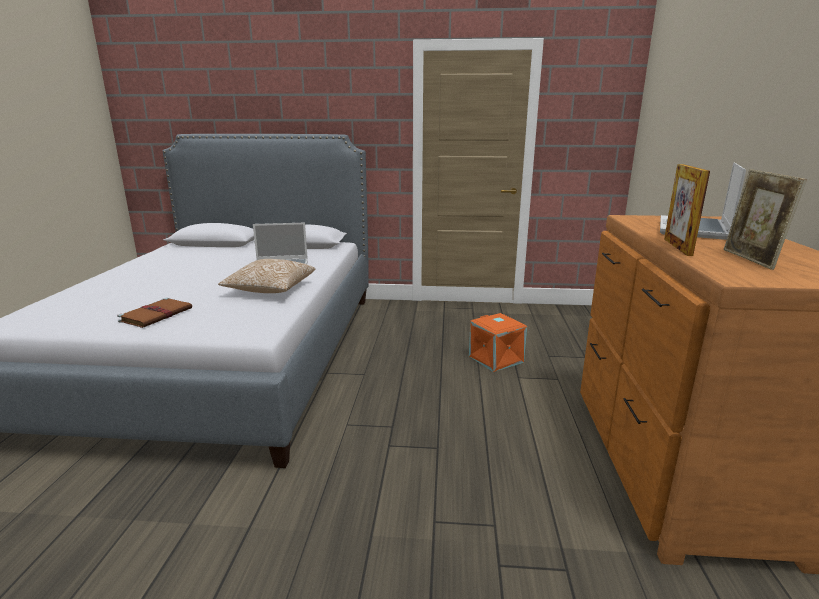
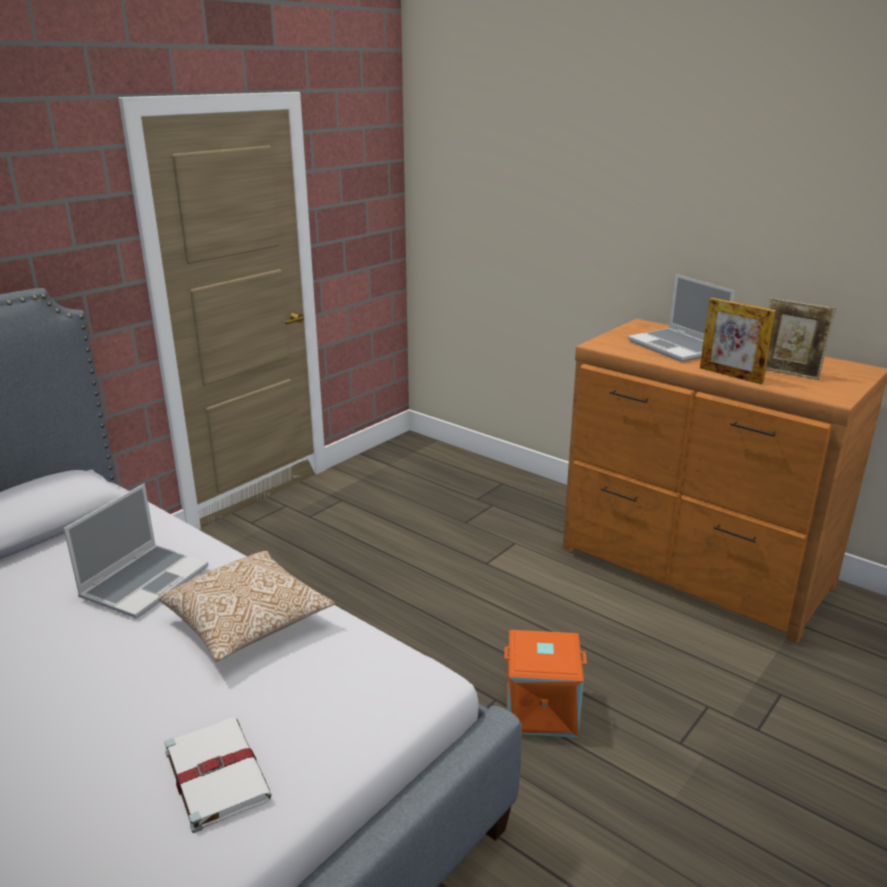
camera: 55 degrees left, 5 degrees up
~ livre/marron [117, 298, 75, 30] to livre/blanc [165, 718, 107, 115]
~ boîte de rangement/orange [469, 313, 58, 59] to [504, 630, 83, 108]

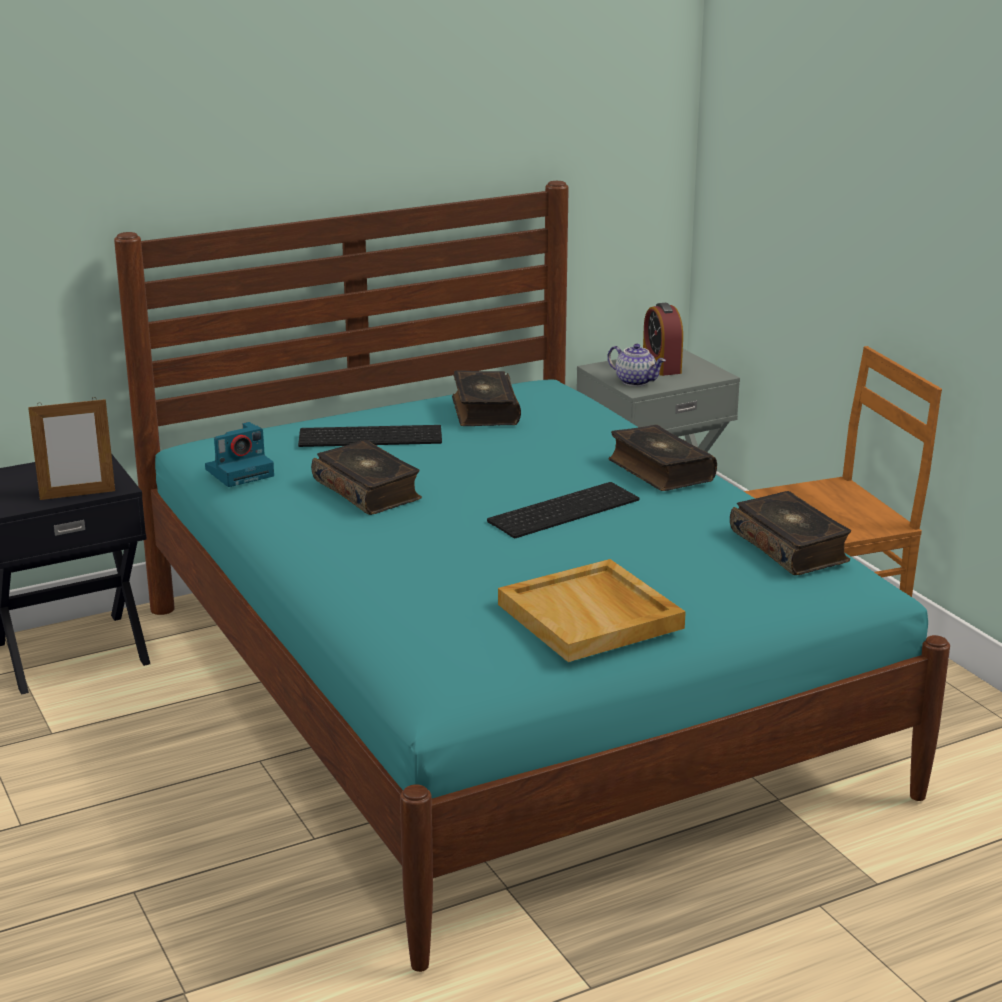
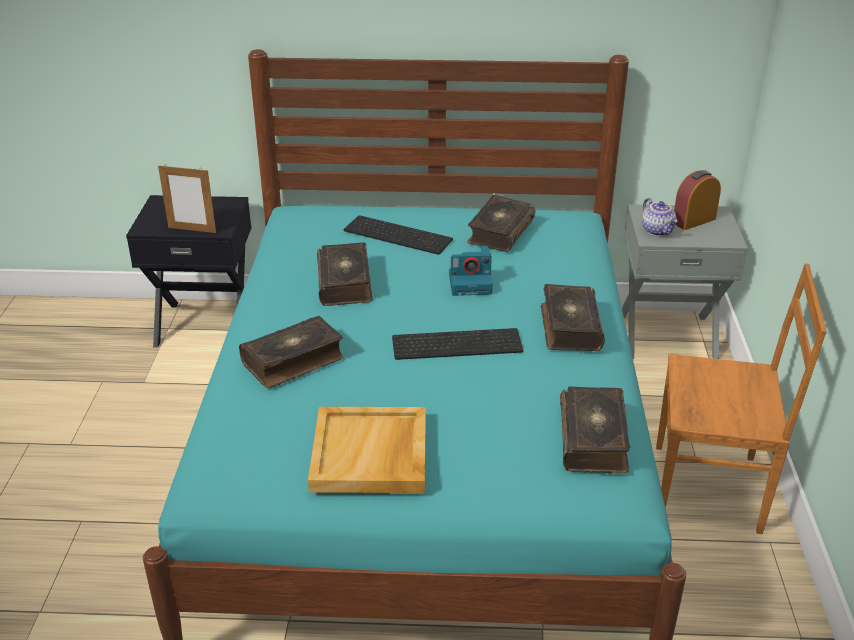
camera: 30 degrees right, 10 degrees up
~ réveil [643, 303, 40, 73] = [674, 170, 47, 60] 45 degrees clockwise
~ appareil photo [205, 422, 69, 65] to [449, 246, 44, 50]
+ livre [239, 316, 105, 72]

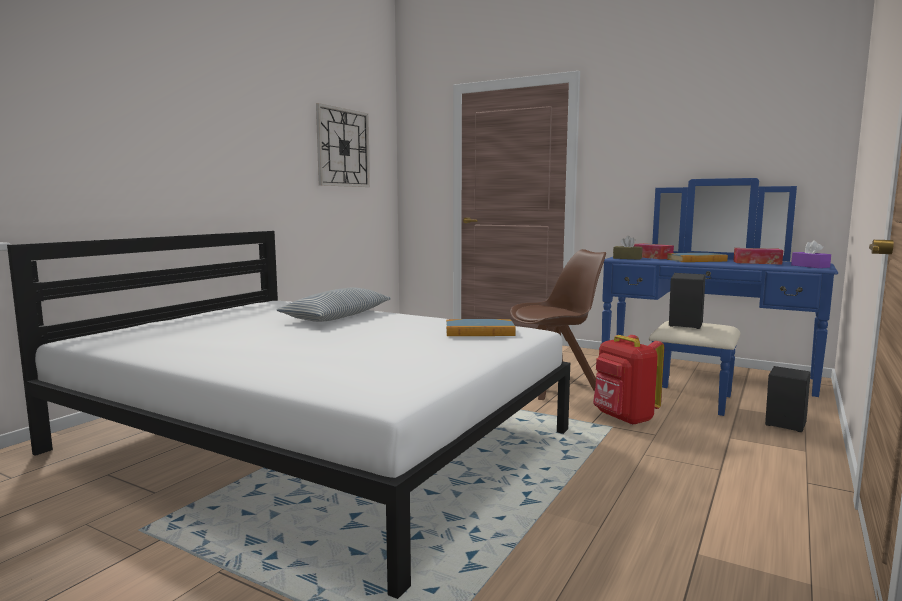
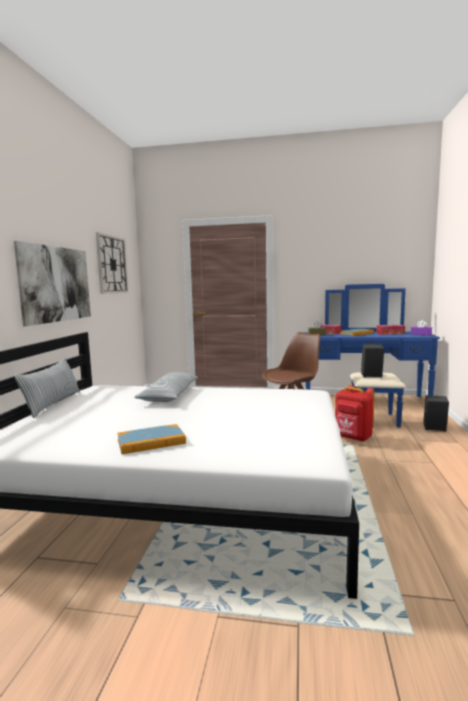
camera: 20 degrees left, 0 degrees up
~ livre [446, 319, 70, 17] to [117, 424, 69, 30]
+ tableau [14, 241, 77, 85]
+ coussin [14, 358, 66, 60]

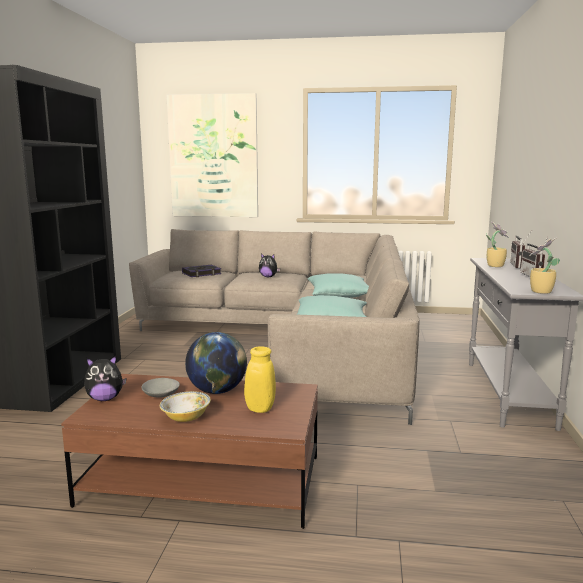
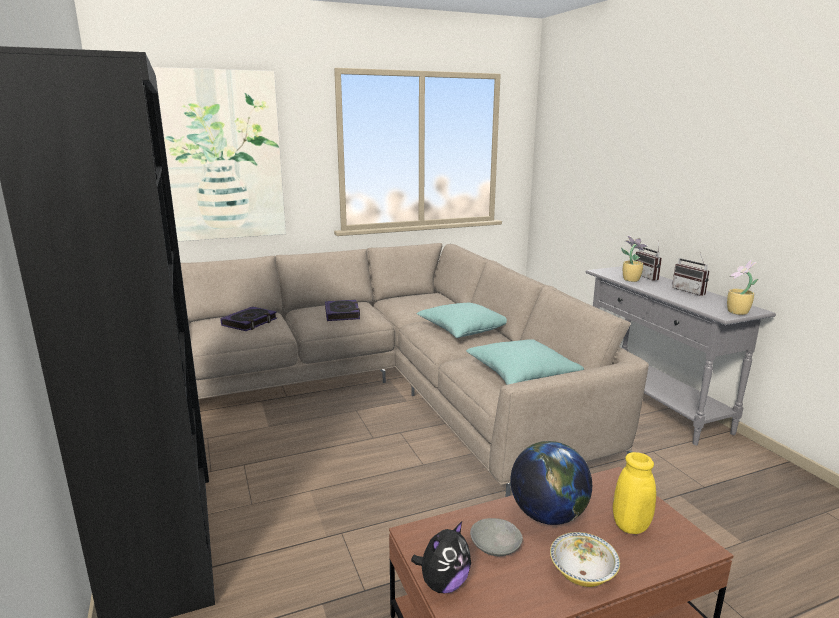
camera: 30 degrees left, 5 degrees up
~ peluche [259, 254, 21, 23] to livre [325, 300, 35, 21]

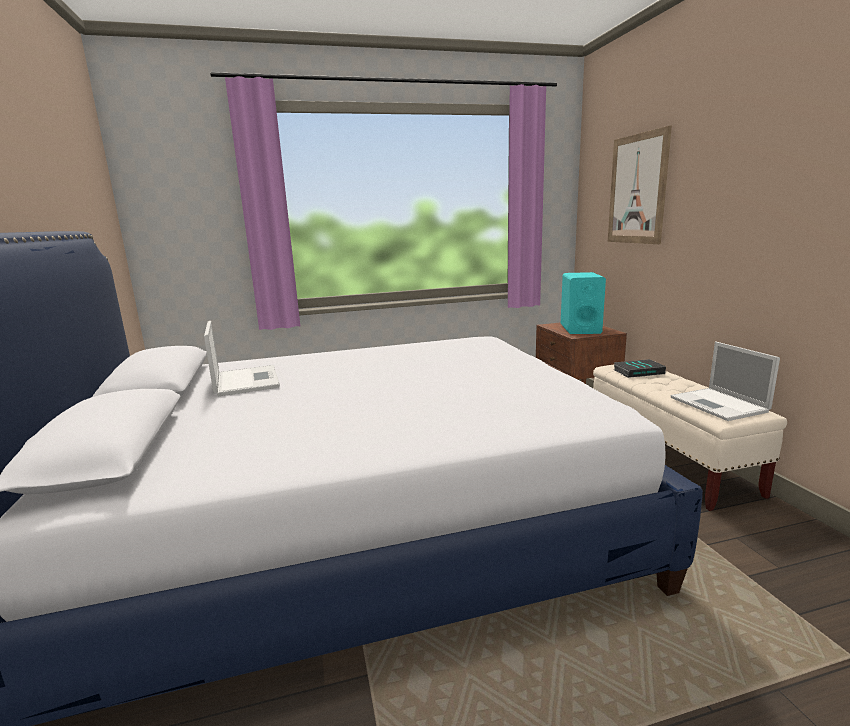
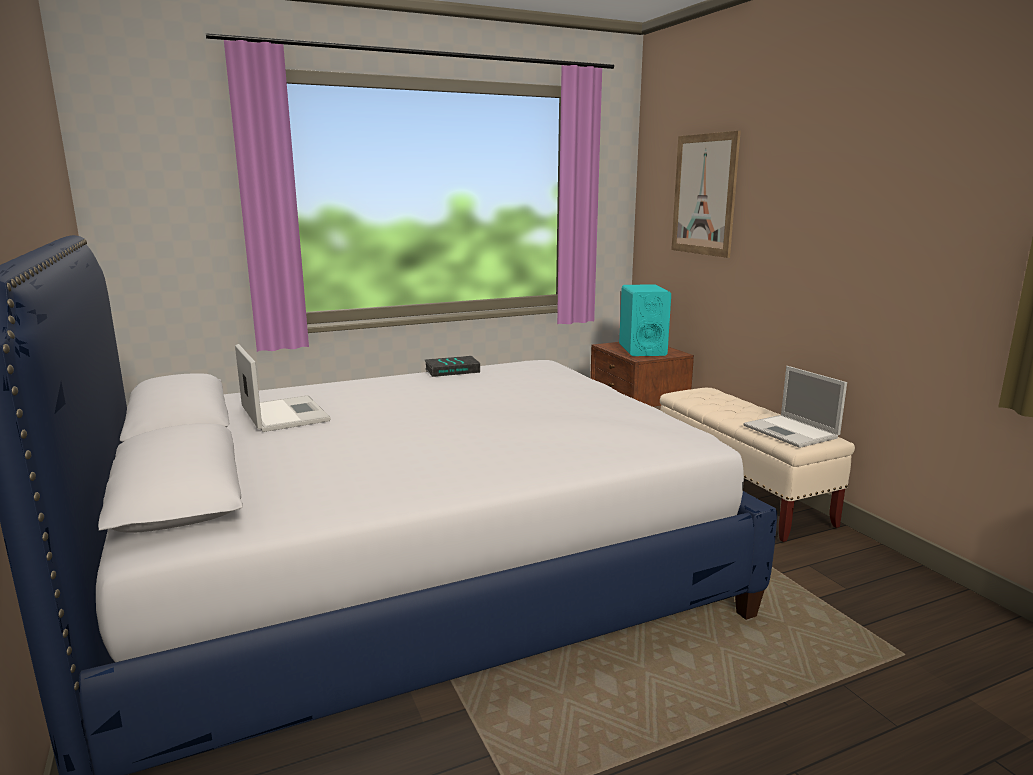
camera: 10 degrees left, 0 degrees up
~ livre [614, 359, 52, 19] to [425, 356, 55, 21]

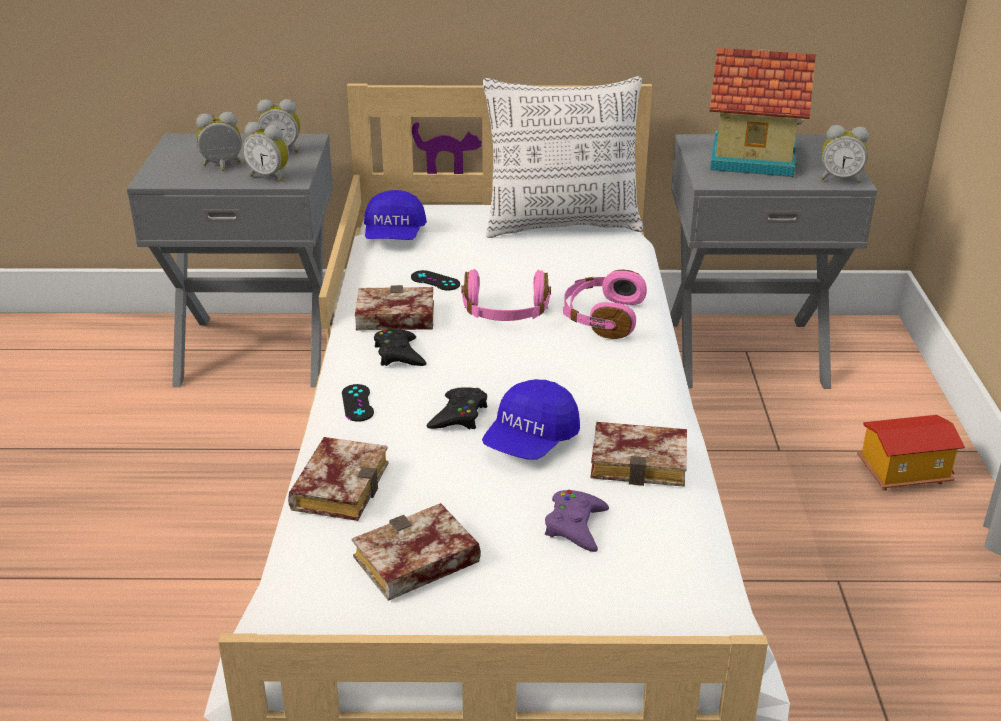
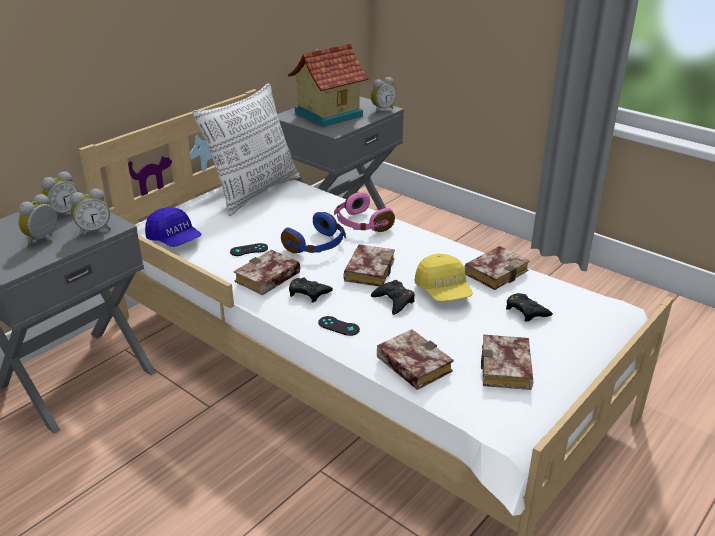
camera: 50 degrees left, 0 degrees up
~ casque audio/rose [461, 269, 90, 52] to casque audio/bleu [281, 212, 65, 41]
~ casquette/bleu [482, 379, 98, 81] to casquette/jaune [414, 253, 59, 48]
- maison miniature [857, 415, 108, 76]
~ manette/violet [545, 490, 64, 62] to manette/noir [506, 293, 47, 29]
+ livre [343, 244, 52, 43]

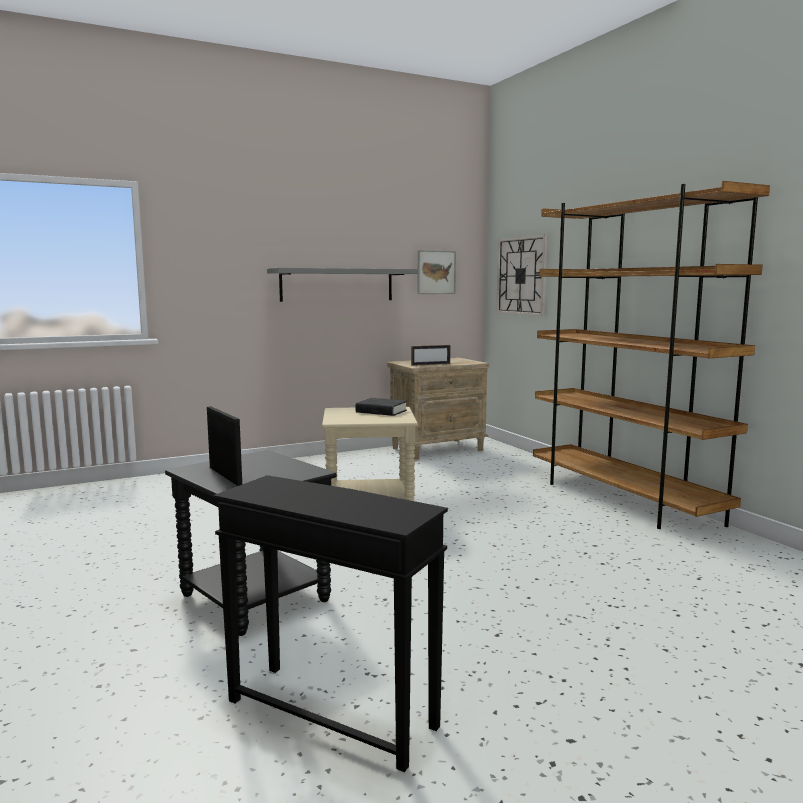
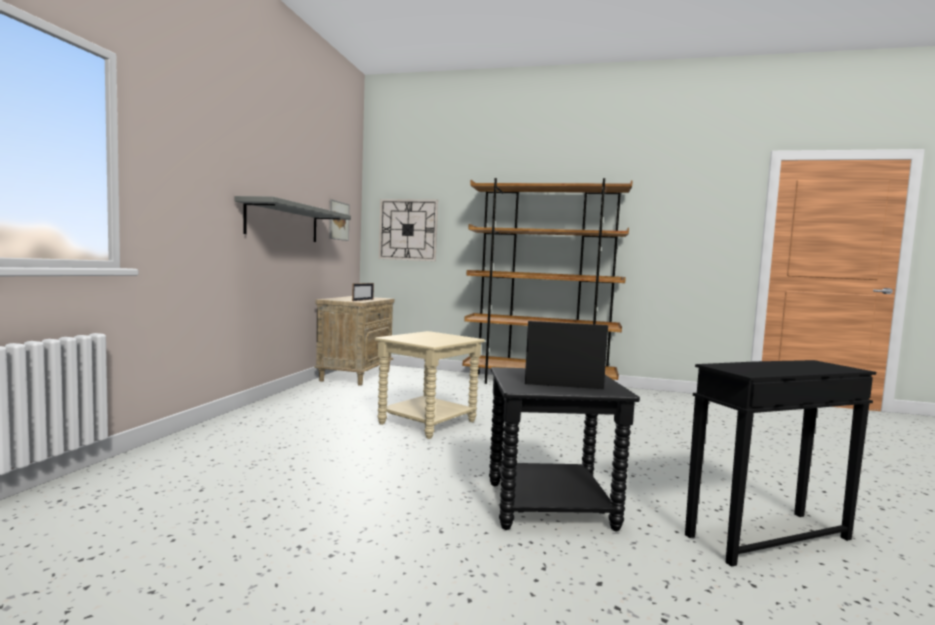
camera: 50 degrees left, 5 degrees down
- livre/noir [355, 398, 52, 18]

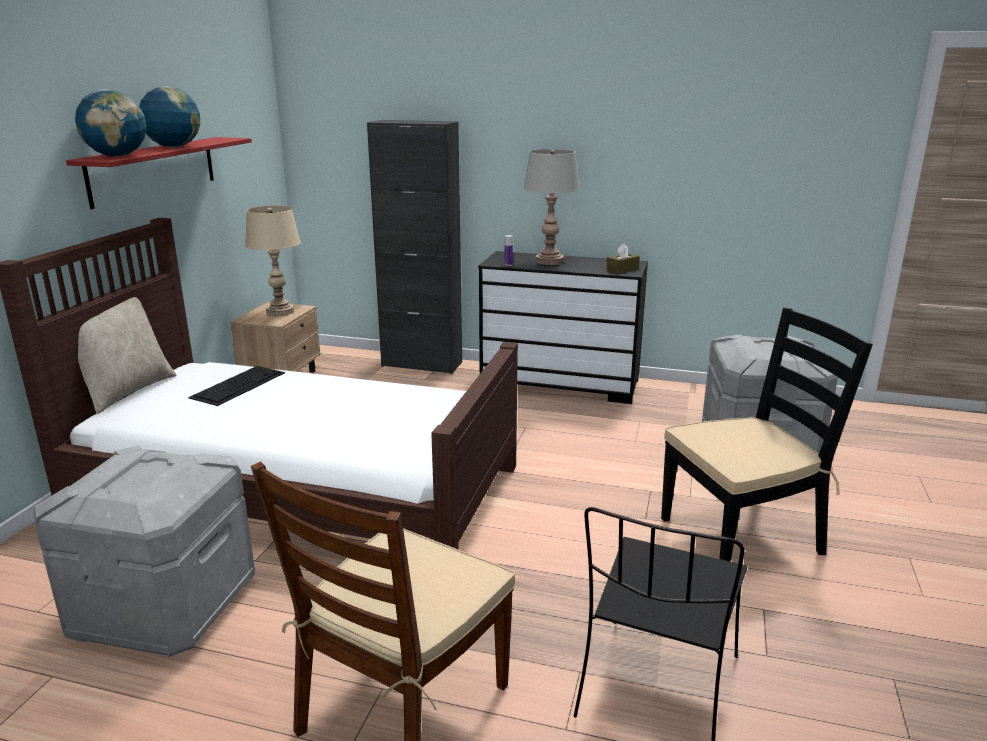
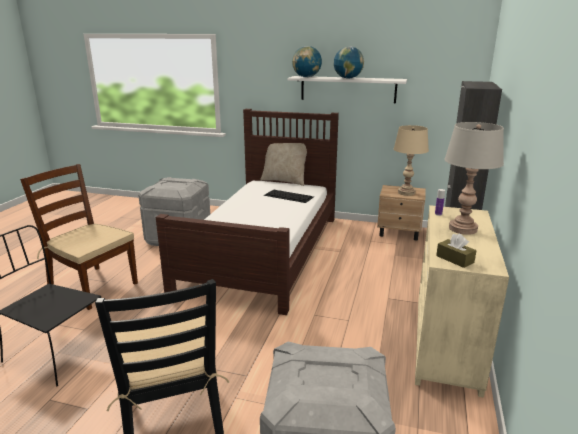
camera: 90 degrees right, 0 degrees up
~ étagère/rouge [66, 137, 186, 72] to étagère/blanc [287, 76, 120, 27]
~ commode/noir [478, 251, 170, 153] to commode/beige [415, 205, 94, 193]

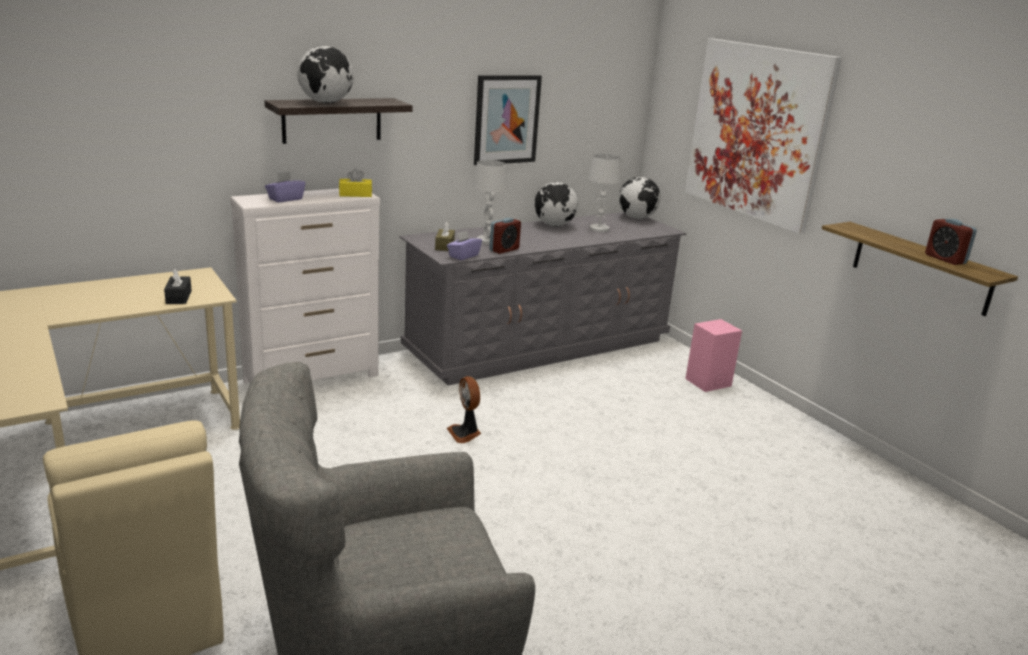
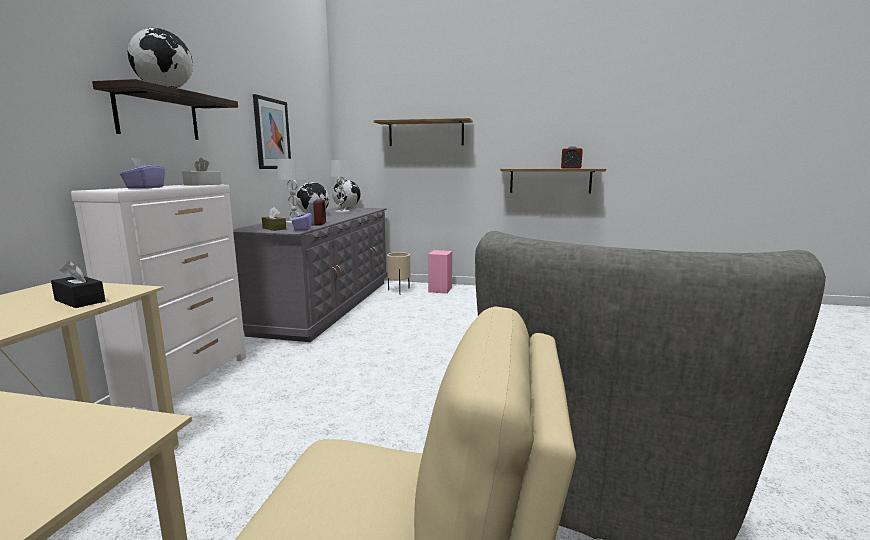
camera: 45 degrees left, 10 degrees down
~ tableau [685, 38, 157, 196] to étagère [374, 118, 99, 28]
~ boîte à mouchoirs/jaune [339, 168, 33, 29] to boîte à mouchoirs/blanc [182, 158, 40, 28]
- ventilateur [447, 376, 34, 67]
+ cache-pot/beige [387, 252, 23, 40]

